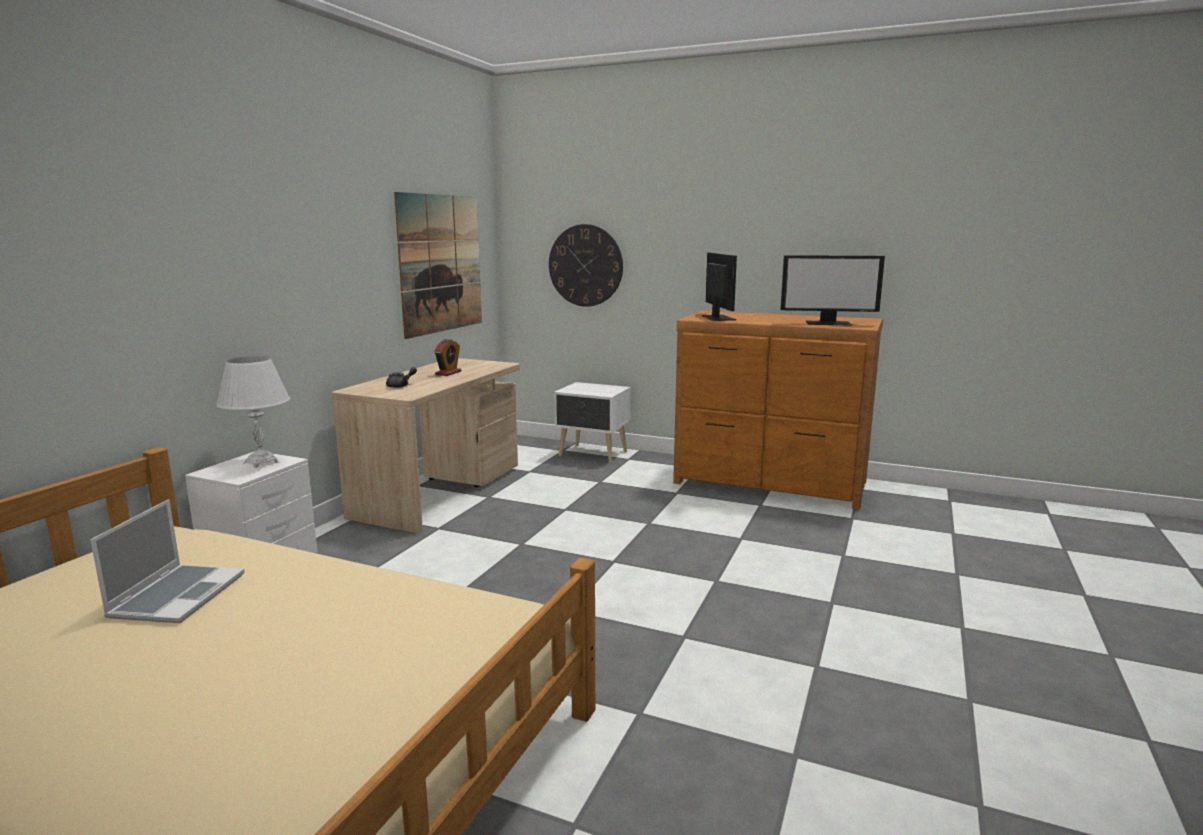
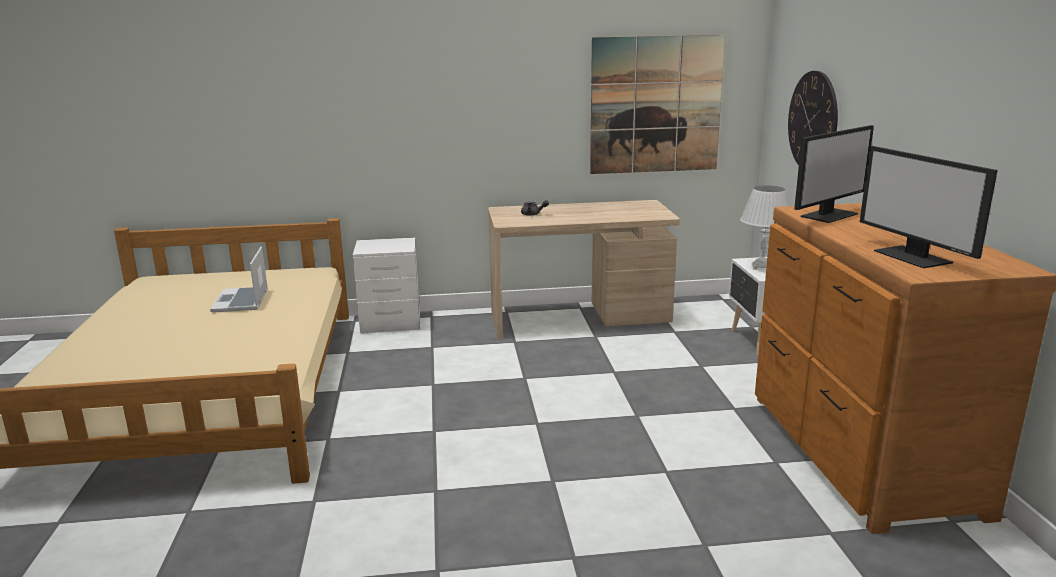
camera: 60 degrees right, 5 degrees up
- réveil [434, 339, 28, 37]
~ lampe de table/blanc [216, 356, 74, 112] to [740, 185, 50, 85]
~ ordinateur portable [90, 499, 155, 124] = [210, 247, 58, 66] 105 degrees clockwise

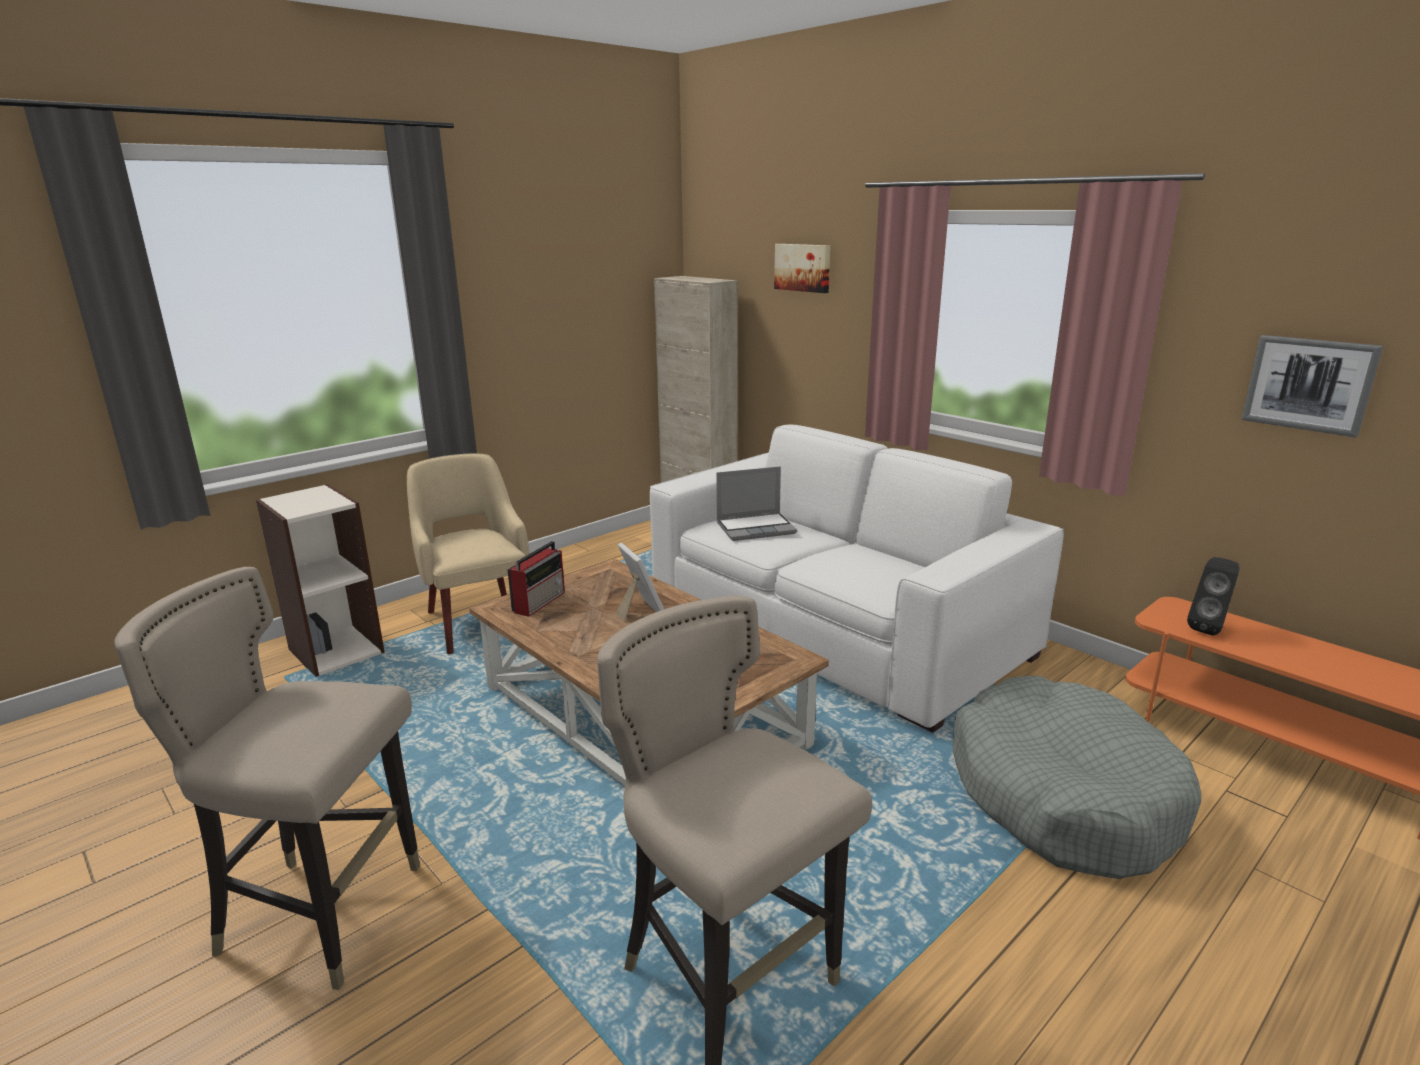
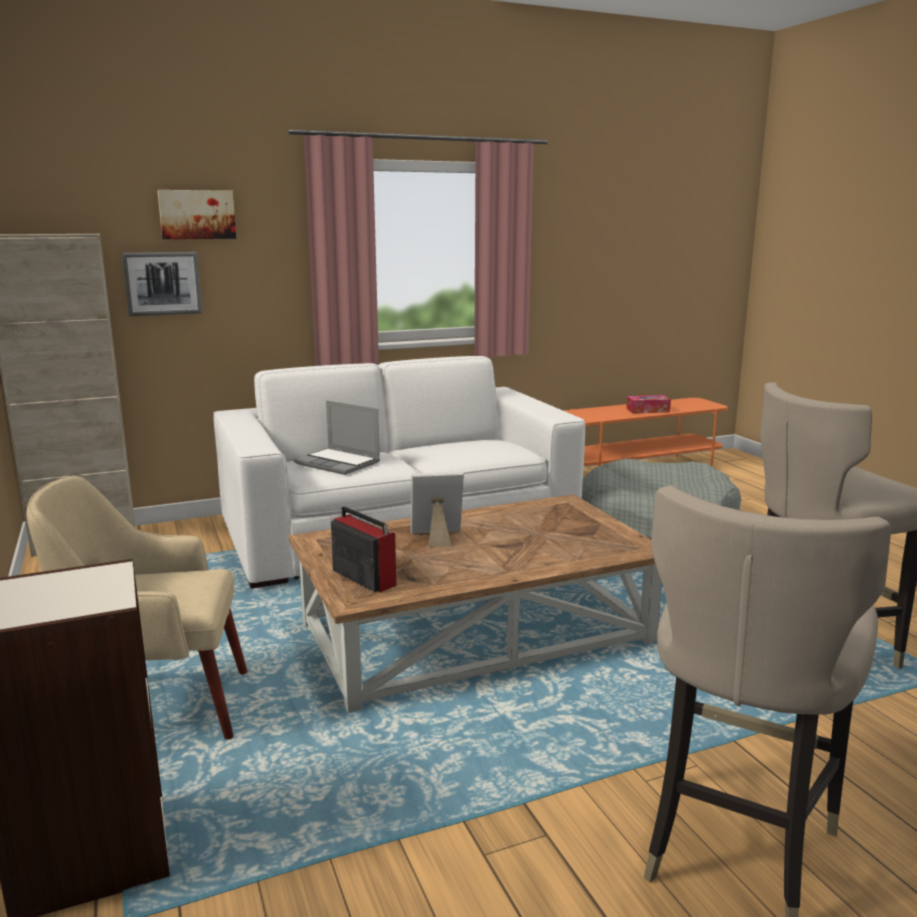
camera: 70 degrees left, 5 degrees down
~ tableau [1241, 335, 142, 102] to [122, 252, 80, 64]
~ ordinateur portable [716, 466, 81, 75] = [294, 400, 86, 75] 120 degrees clockwise
- enceinte/noir [1187, 557, 52, 78]
+ boîte à mouchoirs [626, 395, 45, 18]

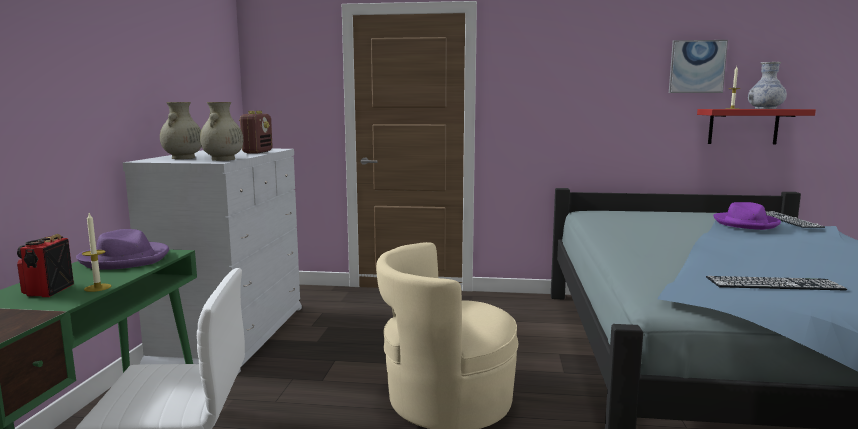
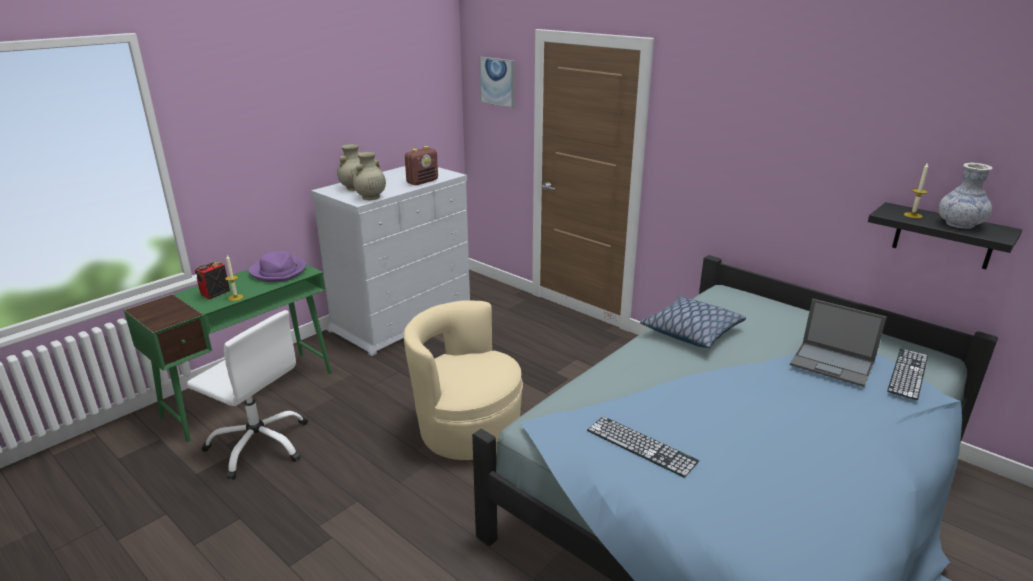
camera: 35 degrees right, 15 degrees up
~ tableau [669, 40, 59, 53] to [479, 57, 36, 51]
~ étagère/rouge [697, 109, 119, 35] to étagère/noir [868, 202, 154, 67]
~ chapeau/violet [713, 202, 68, 28] to ordinateur portable [790, 299, 96, 88]
+ coussin [640, 296, 106, 52]

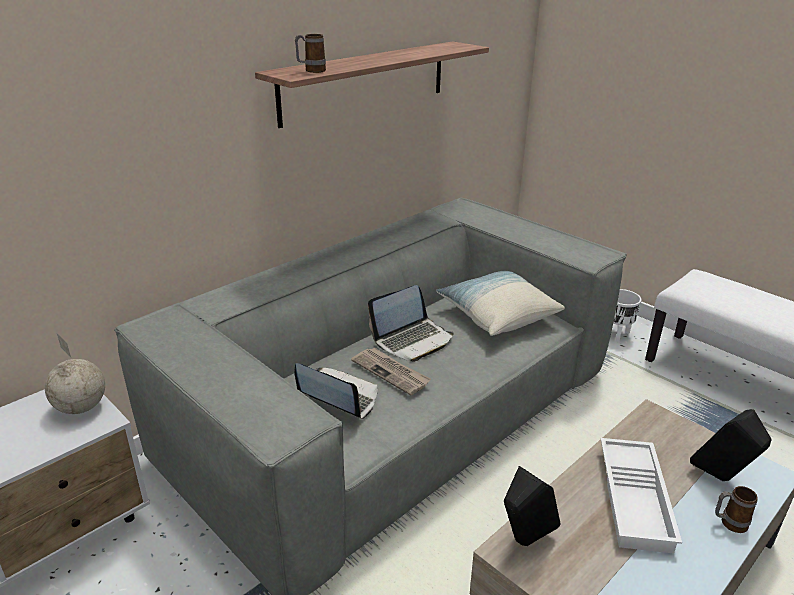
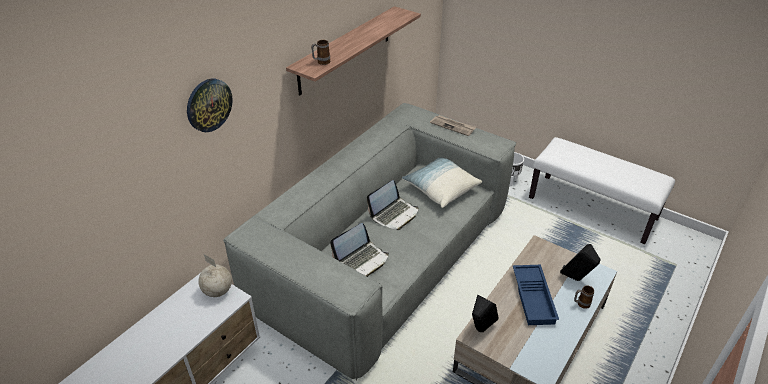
camera: 10 degrees left, 10 degrees up
~ journal [351, 348, 80, 48] to [430, 115, 46, 21]
~ ordinateur portable [295, 363, 83, 56] = [330, 223, 59, 54] 120 degrees clockwise
~ plateau/blanc [601, 438, 81, 115] to plateau/bleu [513, 265, 46, 60]
+ horloge murale [187, 79, 46, 53]

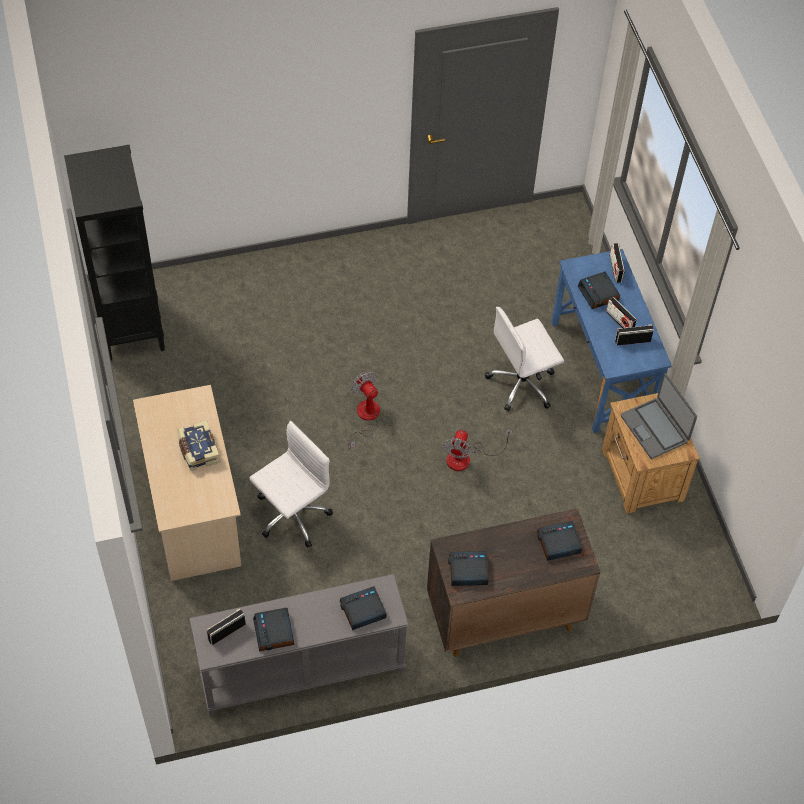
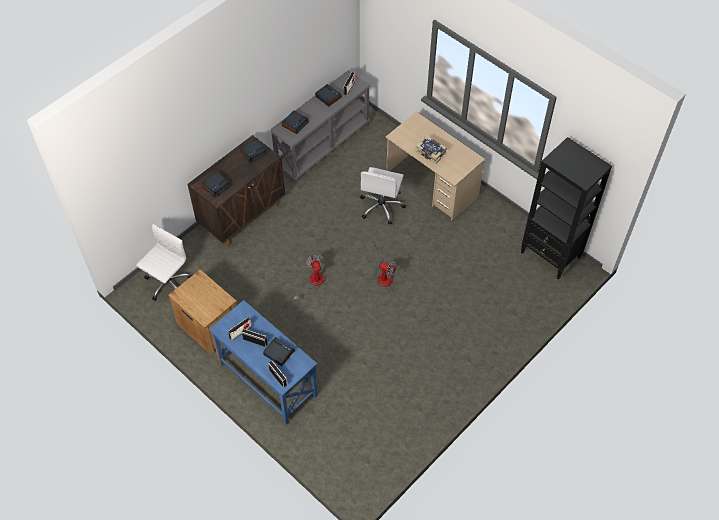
camera: 150 degrees right, 0 degrees up
~ chaise de bureau/blanc [485, 307, 79, 105] to [136, 224, 56, 77]
- ordinateur portable [621, 373, 76, 86]

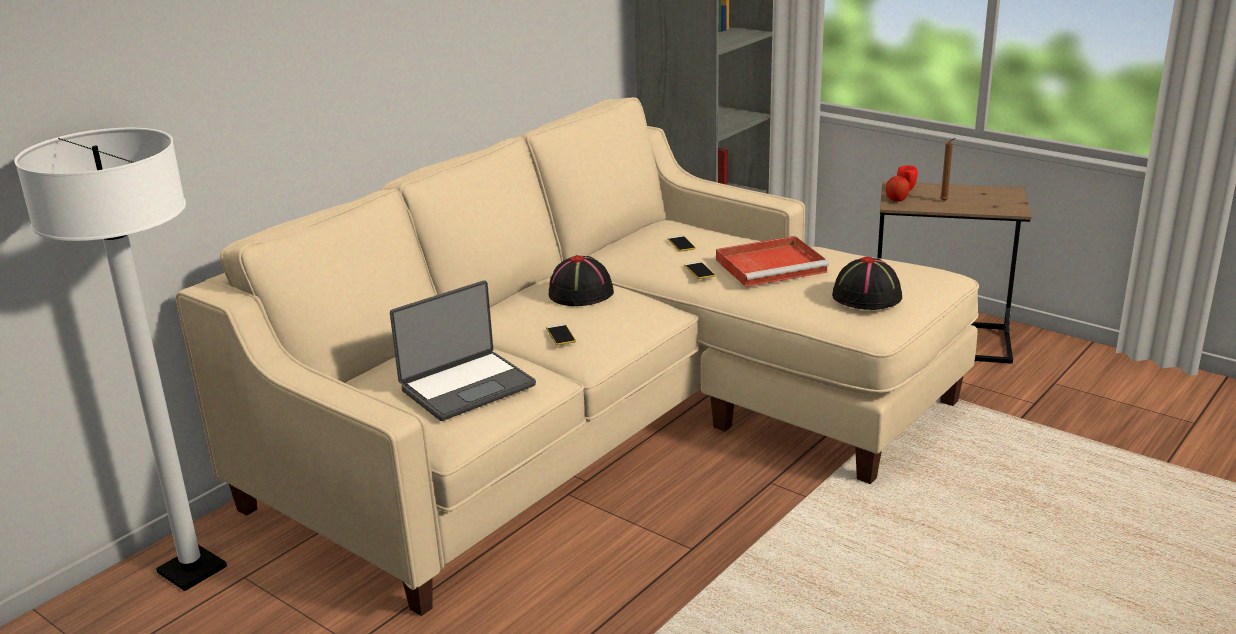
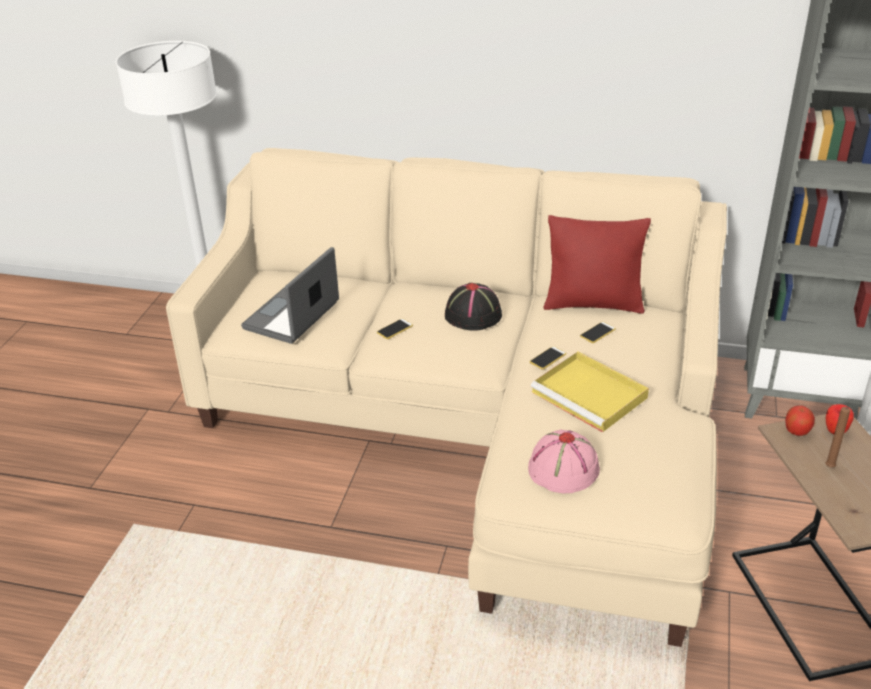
camera: 65 degrees right, 10 degrees up
~ plateau/rouge [716, 236, 113, 51] to plateau/jaune [530, 351, 119, 81]
~ chapeau/noir [832, 256, 70, 54] to chapeau/rose [528, 430, 72, 63]
~ ordinateur portable [390, 280, 146, 141] = [241, 247, 98, 97] 90 degrees clockwise
+ coussin/rouge [543, 215, 108, 99]

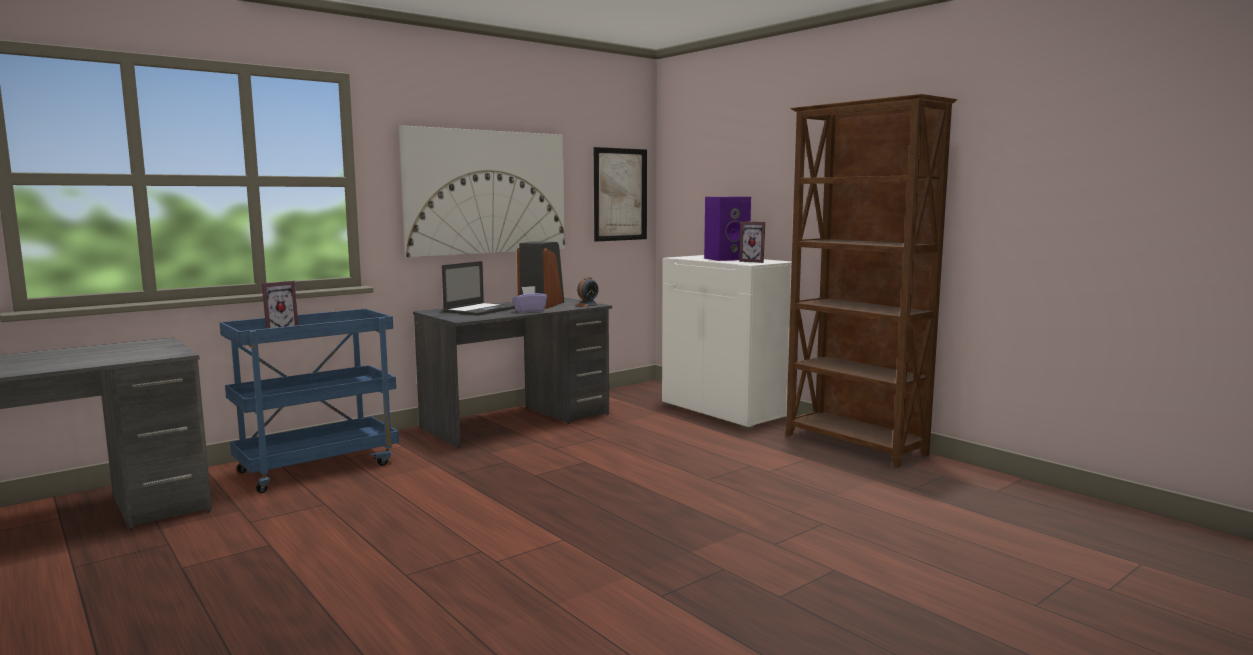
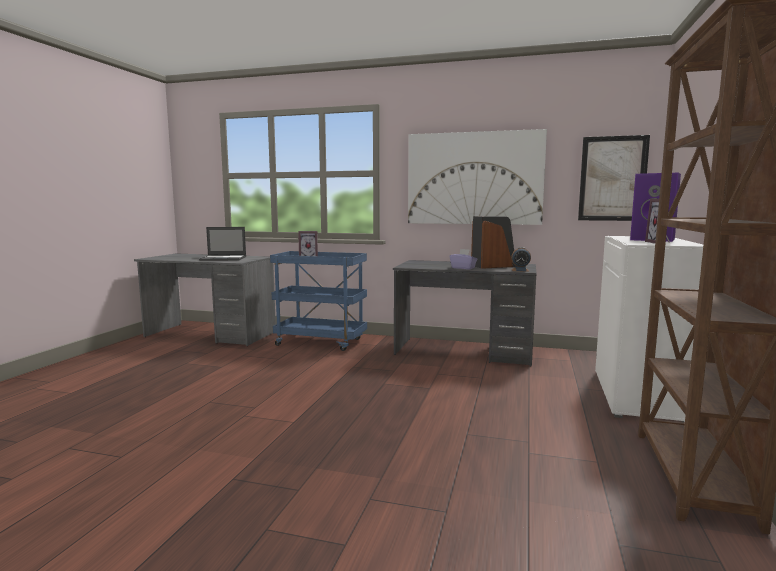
camera: 55 degrees right, 0 degrees up
~ ordinateur portable [442, 261, 73, 55] to [199, 227, 47, 34]

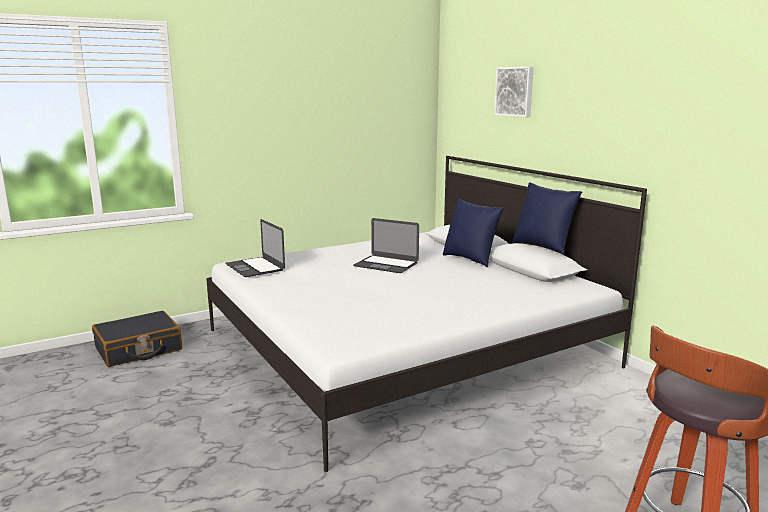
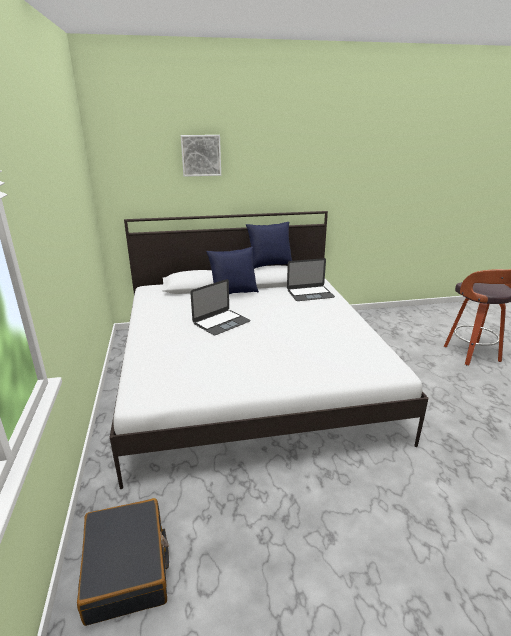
camera: 70 degrees left, 10 degrees up
~ ordinateur portable [225, 219, 60, 58] to [287, 258, 48, 43]

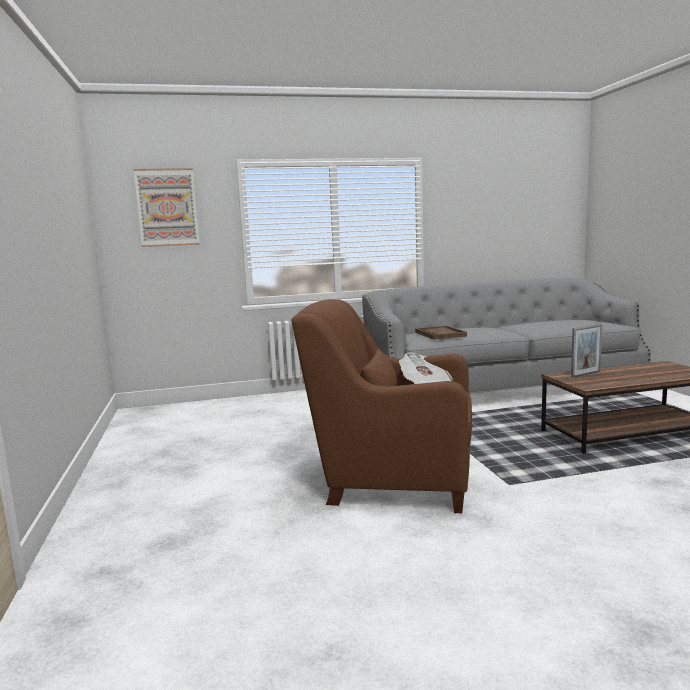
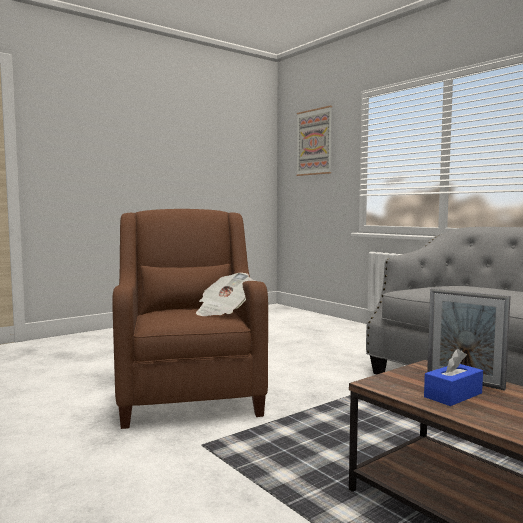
camera: 65 degrees right, 5 degrees down
- plateau/marron [415, 326, 52, 14]
+ boîte à mouchoirs/bleu [424, 349, 59, 57]

